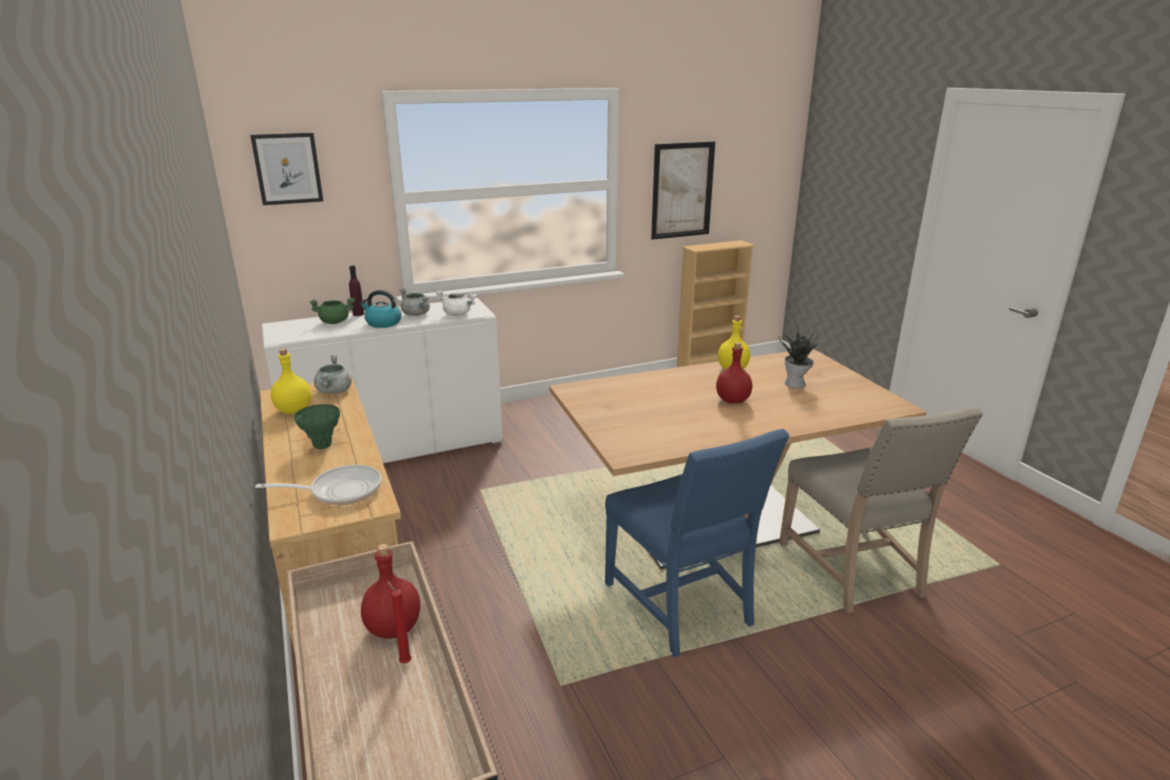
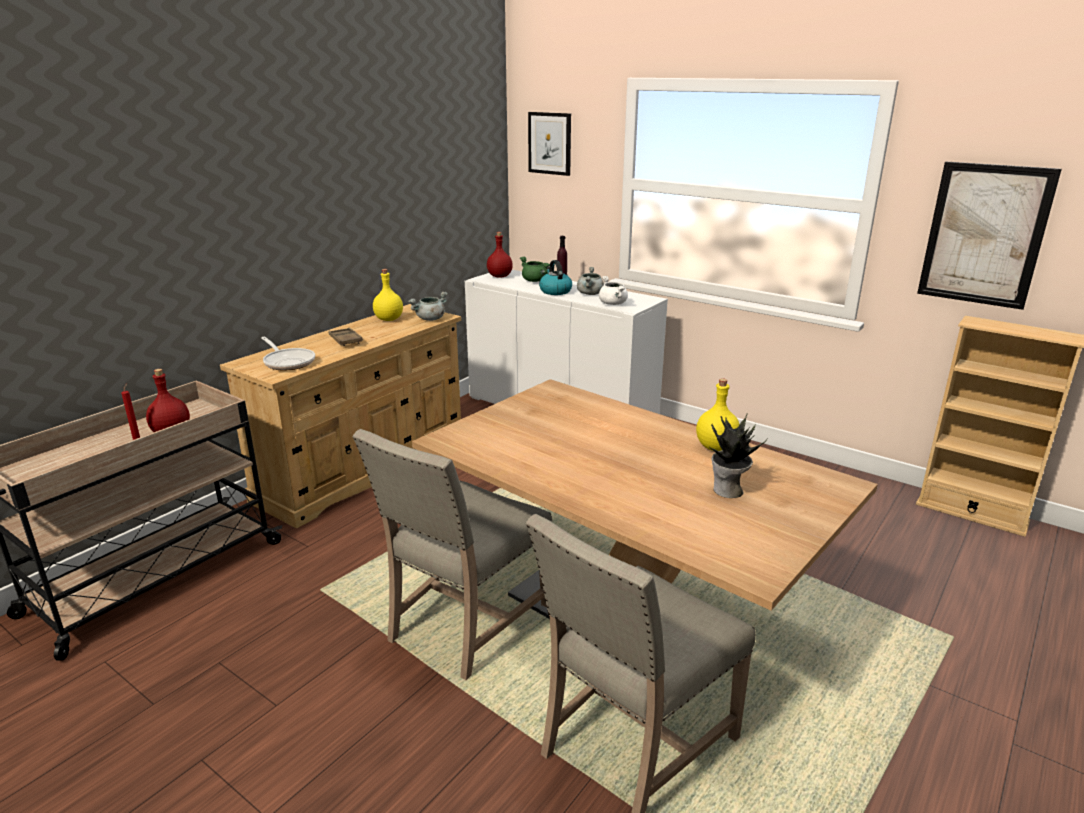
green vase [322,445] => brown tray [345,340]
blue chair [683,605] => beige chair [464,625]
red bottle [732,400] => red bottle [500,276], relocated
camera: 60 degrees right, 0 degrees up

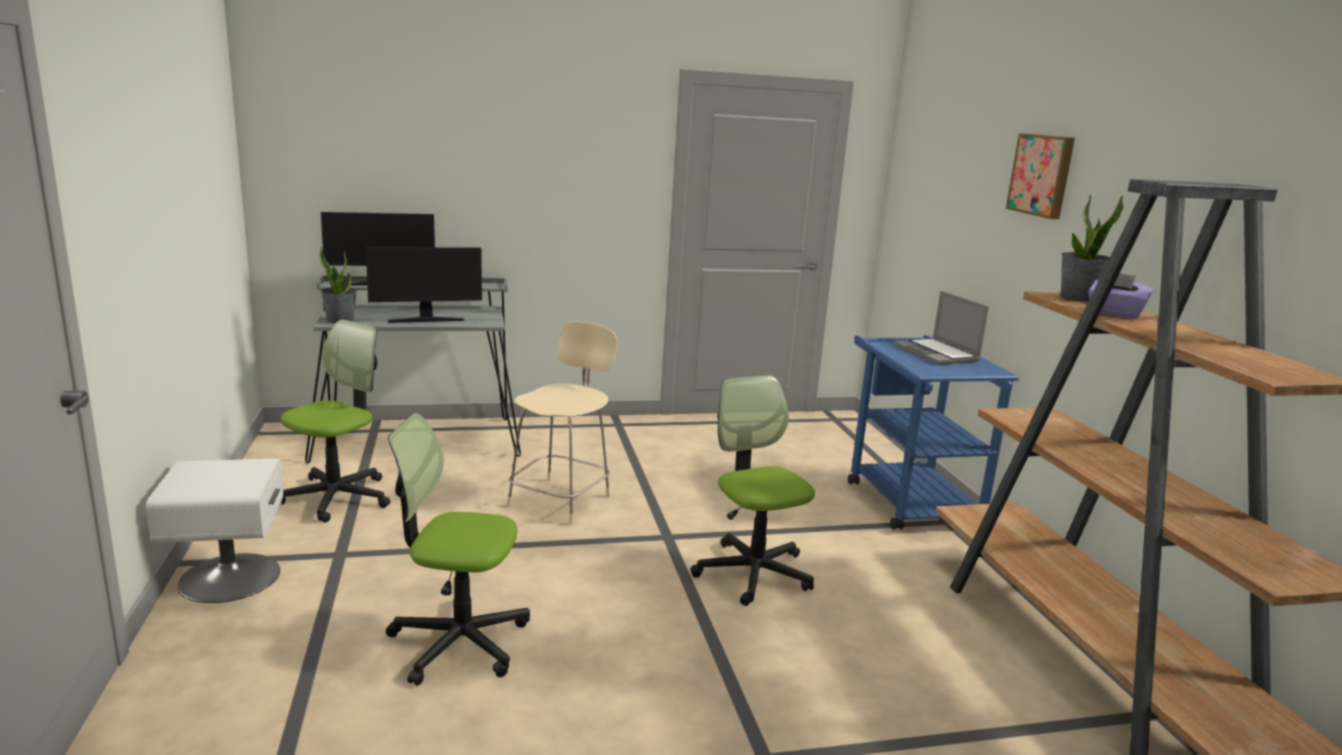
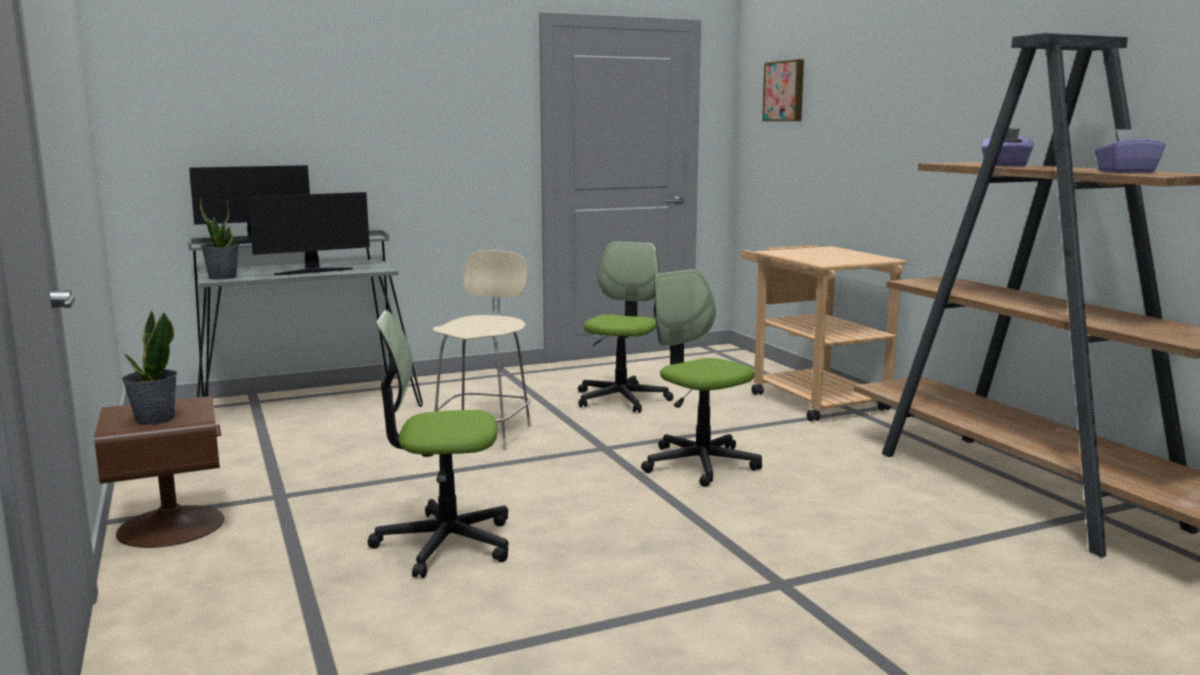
white nightstand [228,577] => brown nightstand [169,526]
potted plant [1078,298] => potted plant [154,419], relocated
office chair [337,497] => office chair [621,399], relocated
blue cart [906,497] => beige cart [811,398]
picture [1042,175] => picture [785,91], relocated
nothing => purple tissue box [1125,172]
laptop [937,354] => nothing
camera: 10 degrees left, 5 degrees down

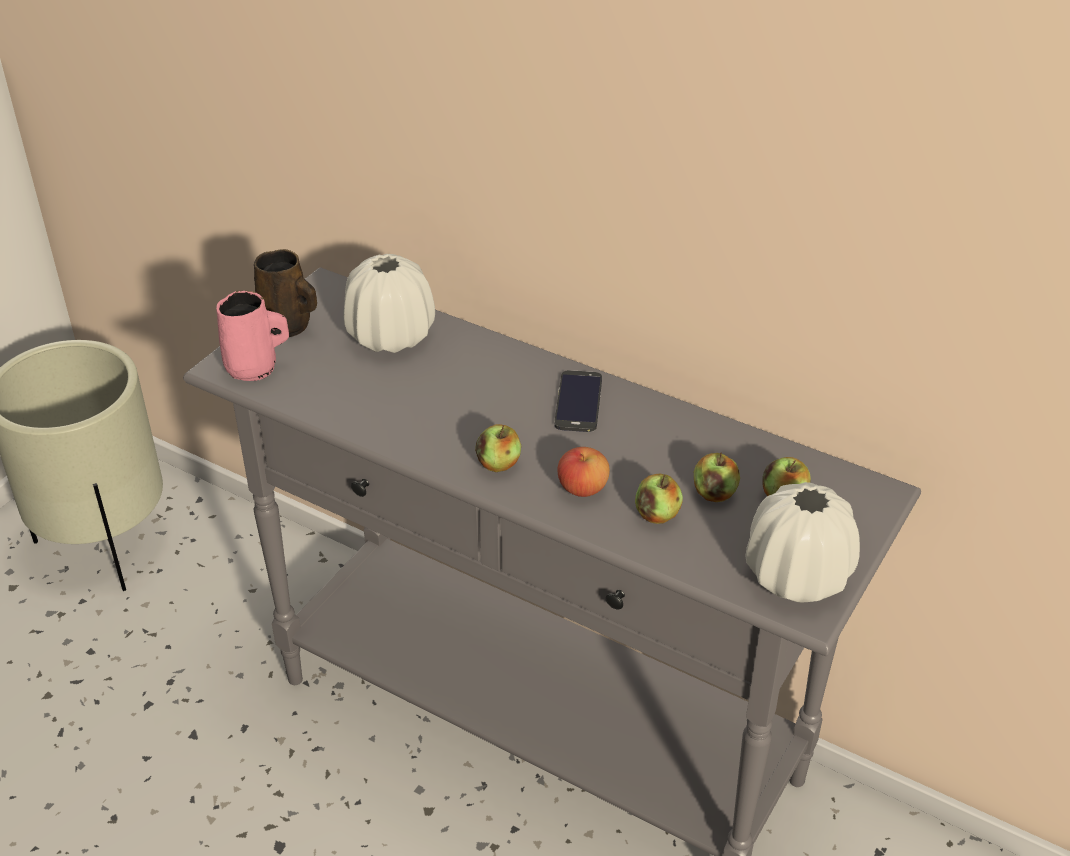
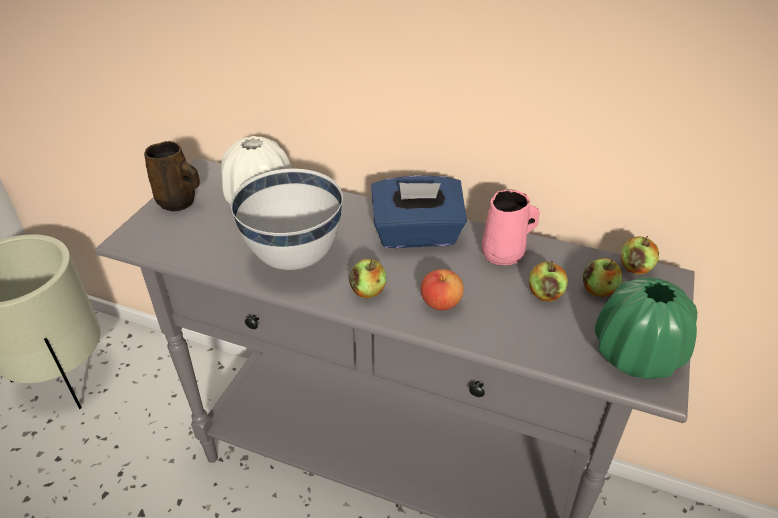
nothing => white bowl [294,257]
phone [578,402] => blue tissue box [417,235]
pink mug [255,368] => pink mug [505,254], relocated
white vase [797,575] => green vase [636,354]
apple [657,514] => apple [635,268], relocated
camera: 10 degrees left, 0 degrees up

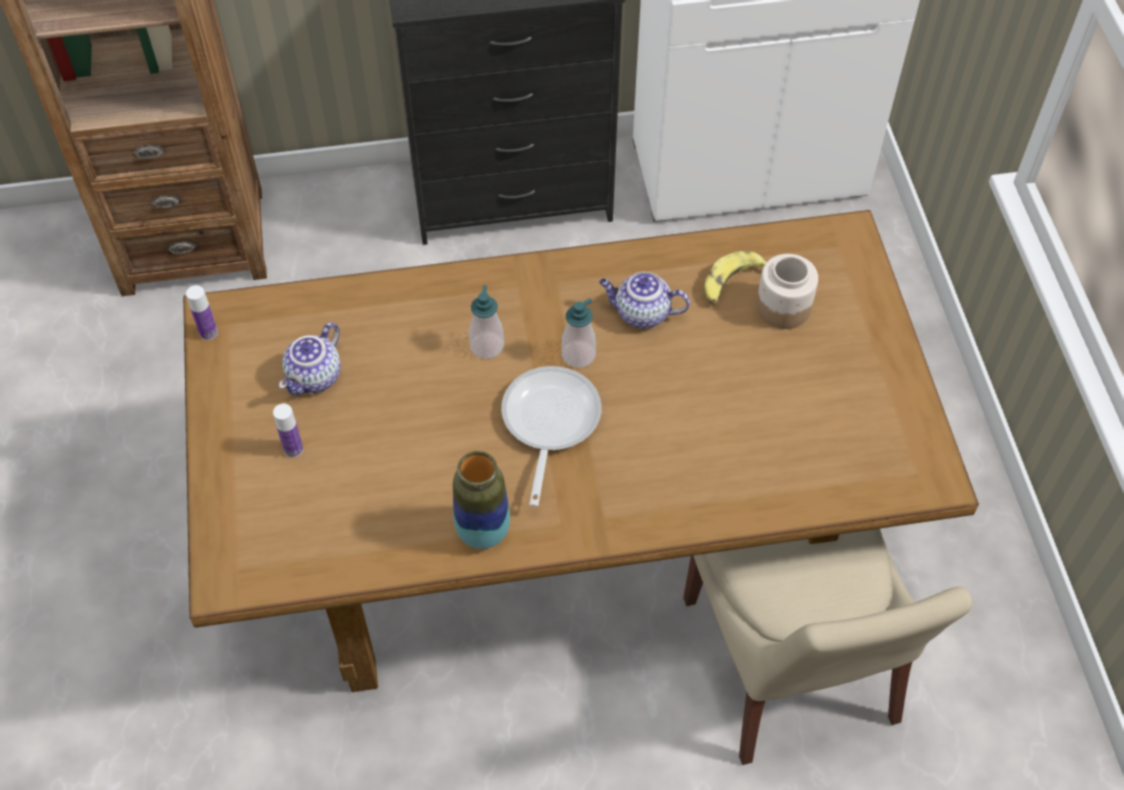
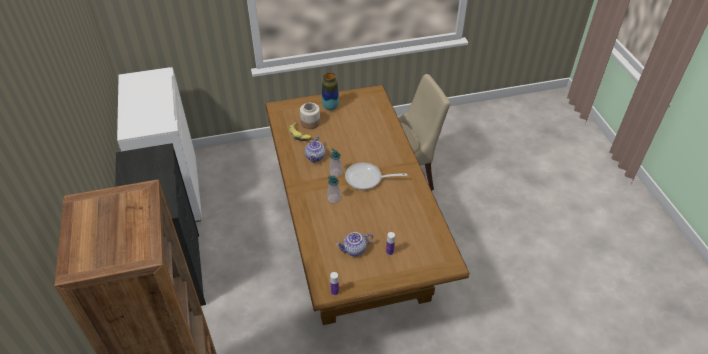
vase [483,531] => vase [330,107], relocated
teapot [315,377] => teapot [354,250], 135 degrees clockwise
camera: 95 degrees left, 10 degrees down

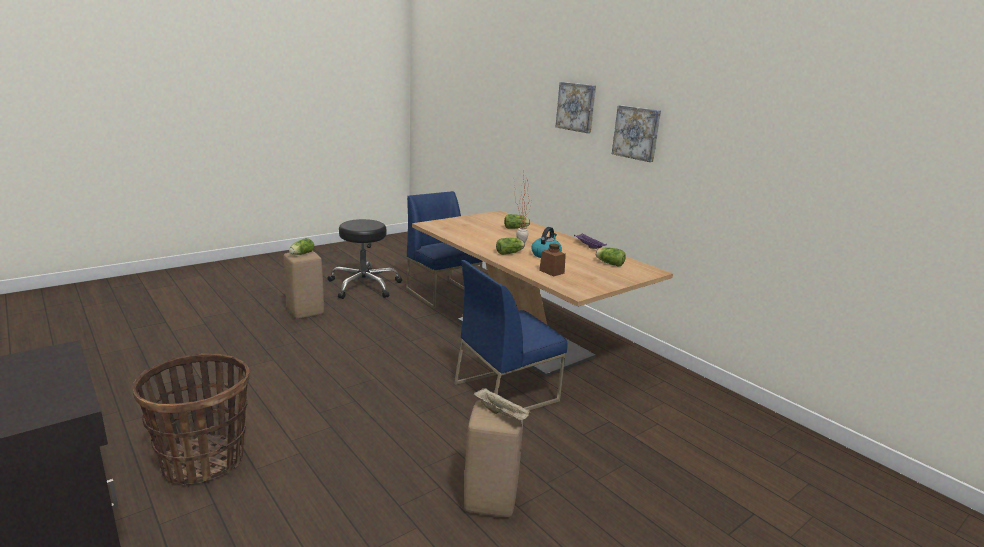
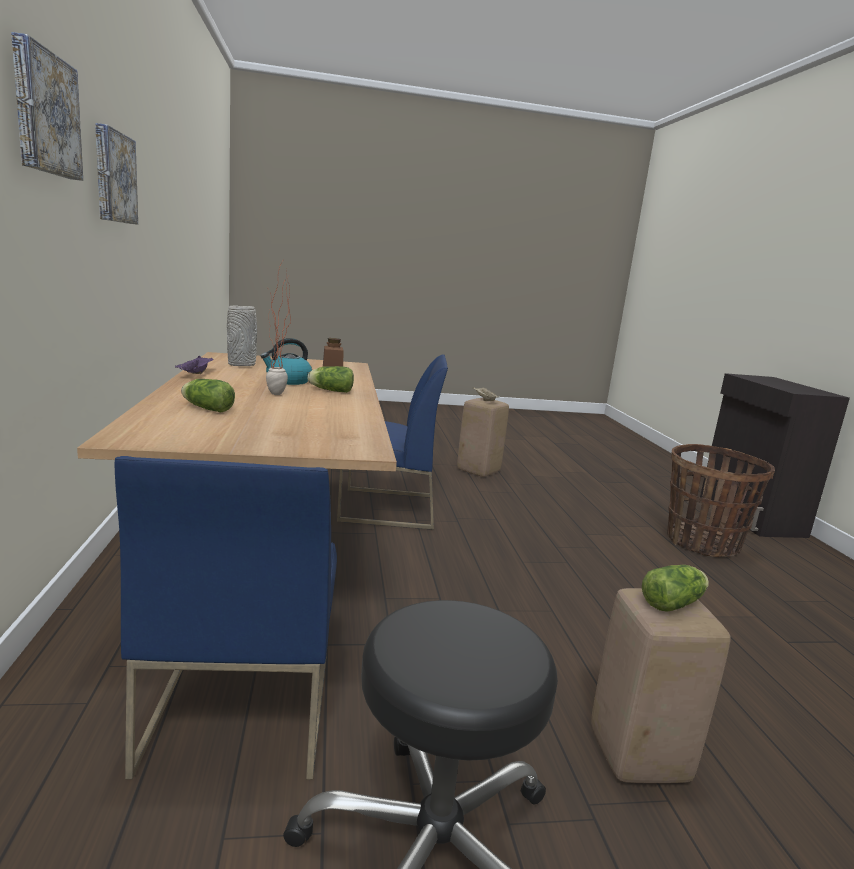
lettuce [608,263] => grey vase [242,364]
camera: 150 degrees left, 5 degrees down

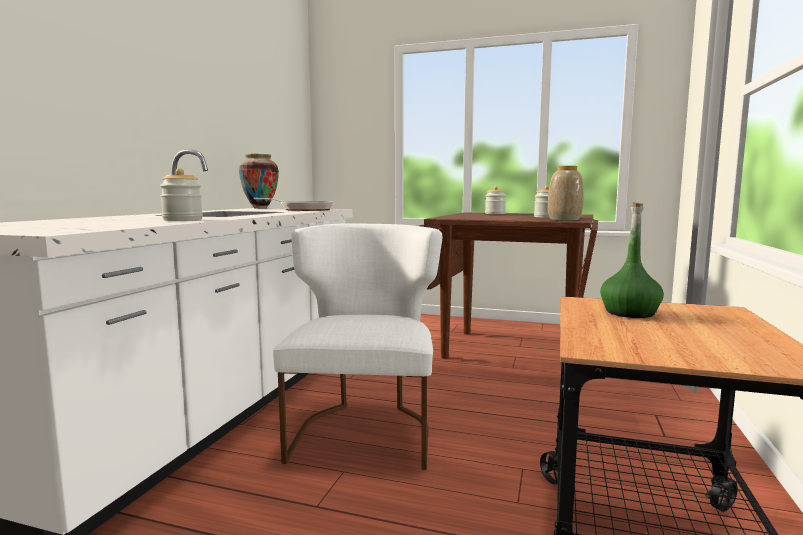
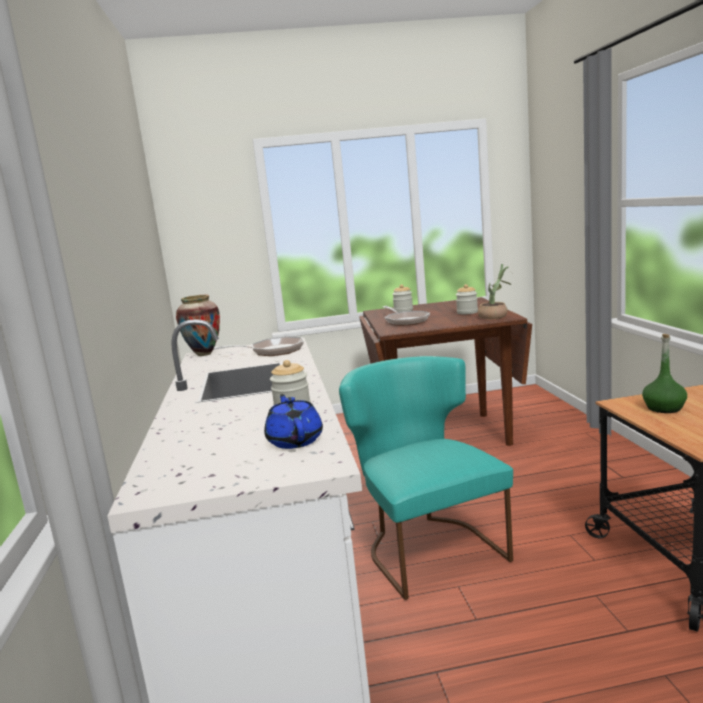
nothing => blue teapot [295,440]
white chair [364,430] => turquoise chair [427,547]
nothing => frying pan [405,321]
vase [564,219] => potted plant [496,316]
camera: 25 degrees left, 5 degrees up

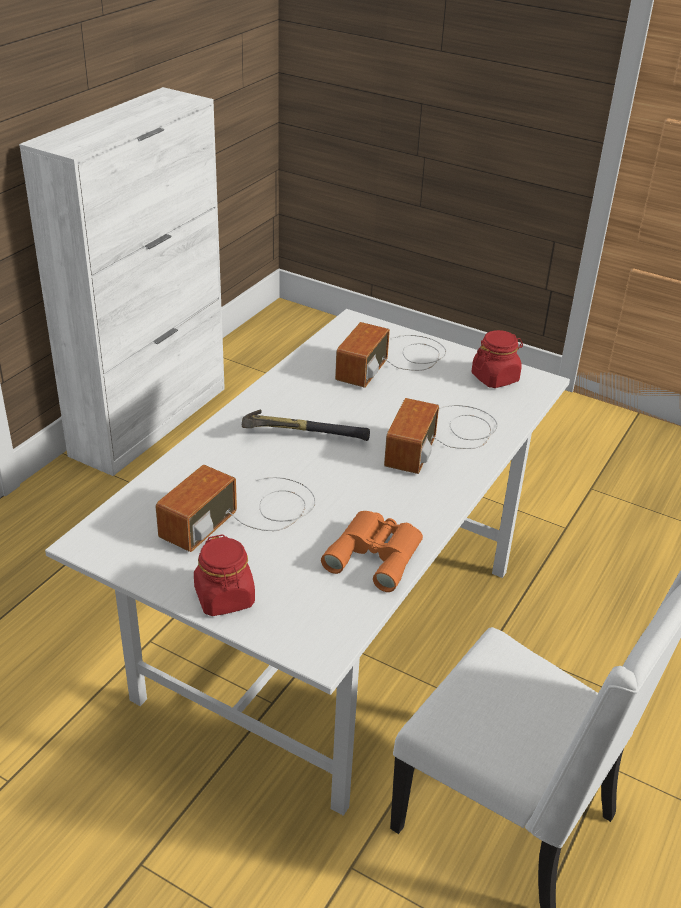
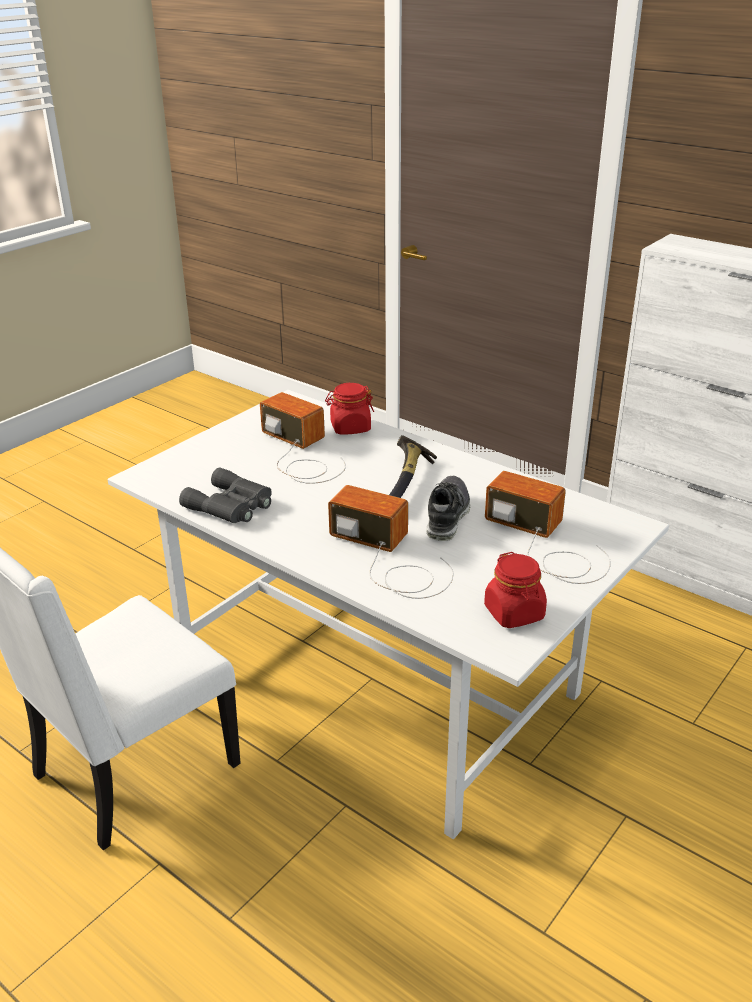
orange binoculars [376,554] => grey binoculars [231,506]
red jar [225,598] => red jar [350,428], relocated
nothing => shoe [447,516]
camera: 100 degrees right, 5 degrees down

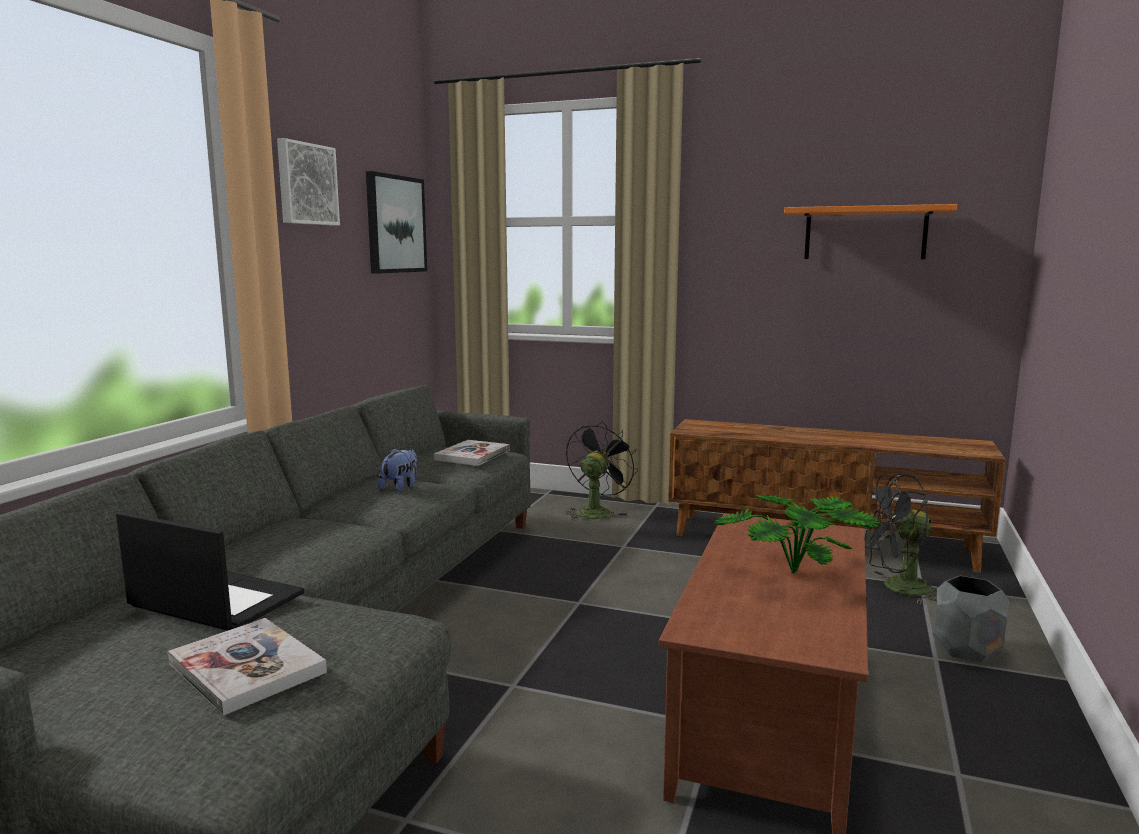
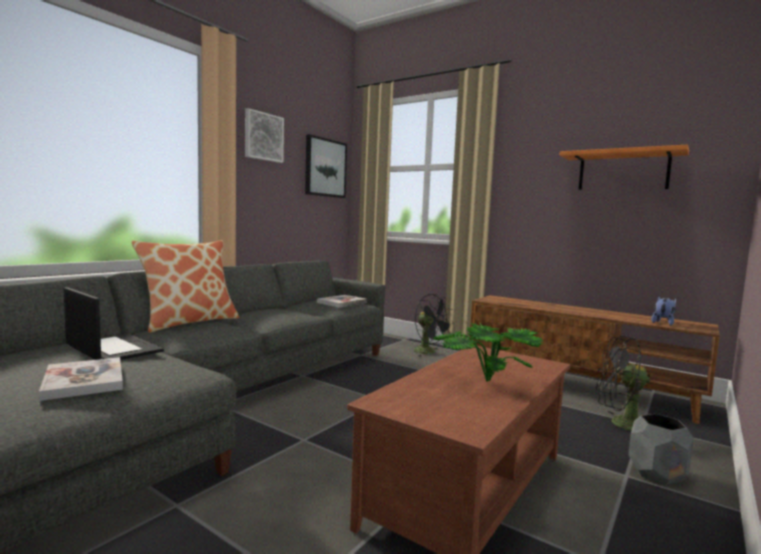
nothing => pillow [189,322]
black fan [596,511] => black fan [429,352], 90 degrees clockwise
plush toy [400,487] => plush toy [663,323], relocated
camera: 15 degrees right, 5 degrees down

